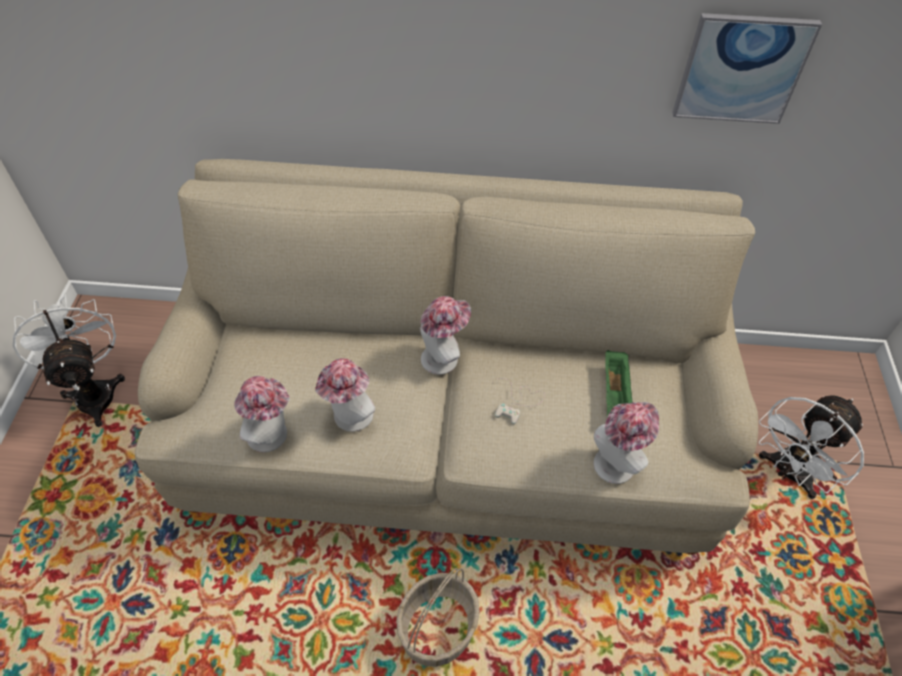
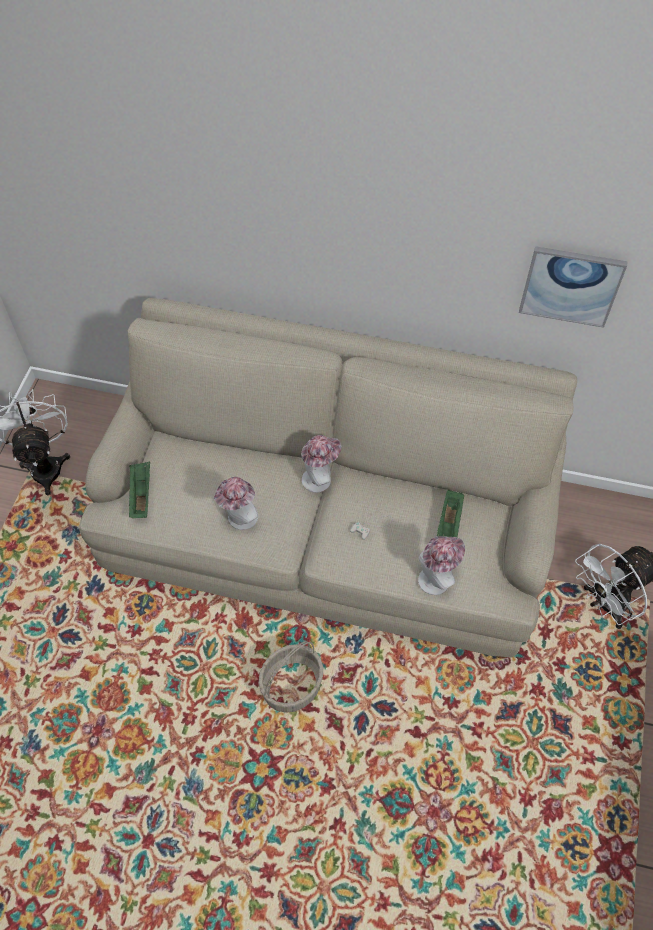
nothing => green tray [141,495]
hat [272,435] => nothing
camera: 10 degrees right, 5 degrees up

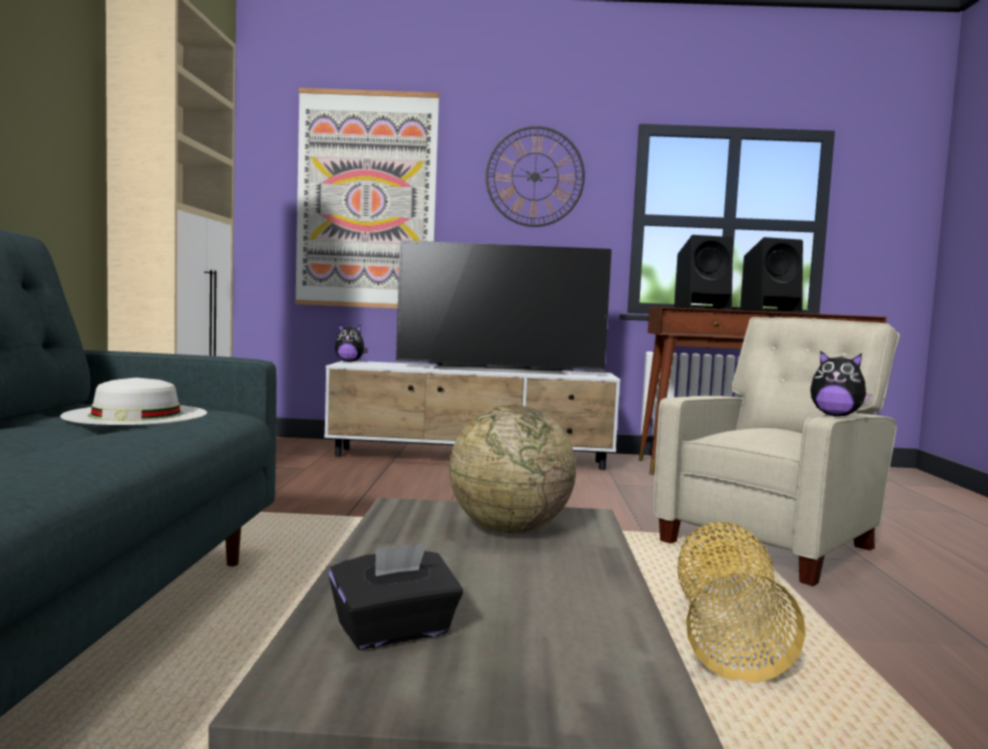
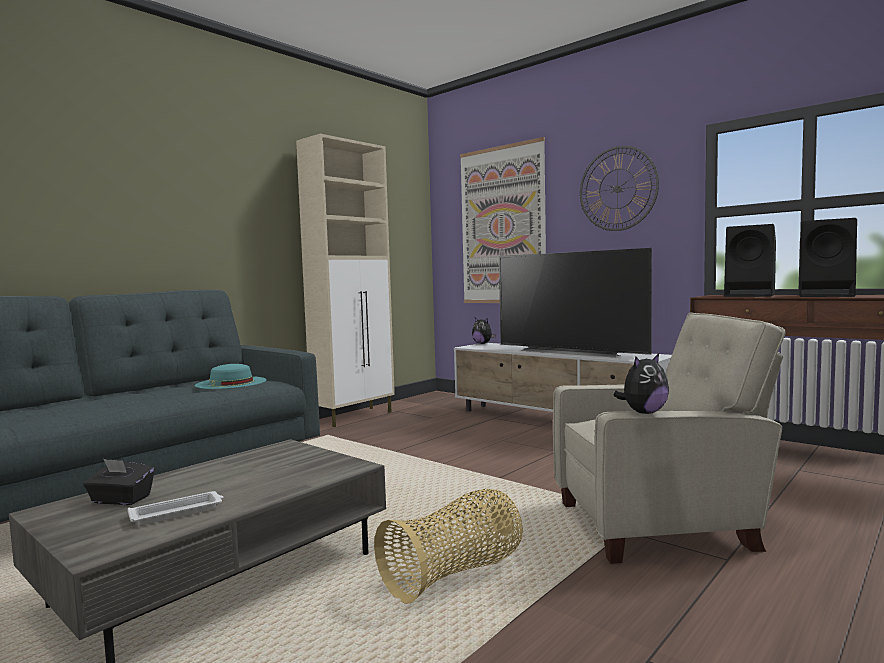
nothing => white tray [178,512]
white hat [136,415] => turquoise hat [231,383]
plush toy [836,416] => plush toy [643,412], 105 degrees counterclockwise
globe [509,529] => nothing
camera: 40 degrees right, 0 degrees up

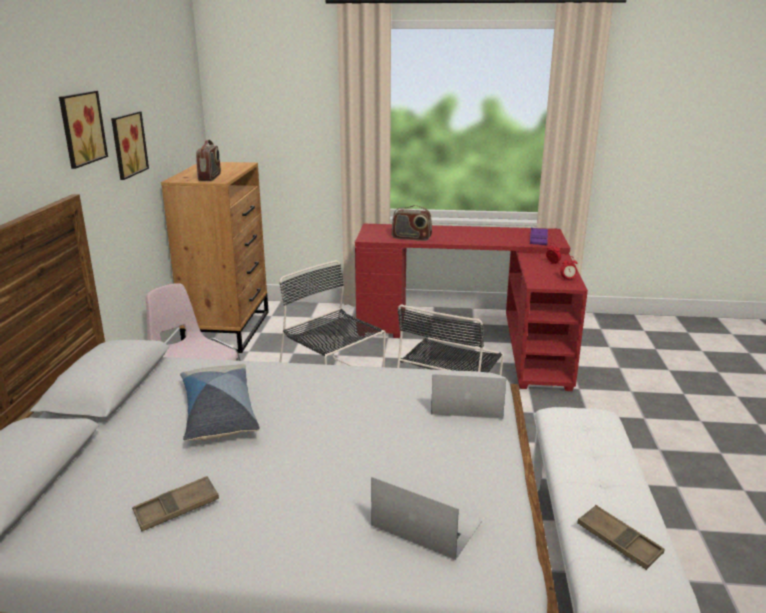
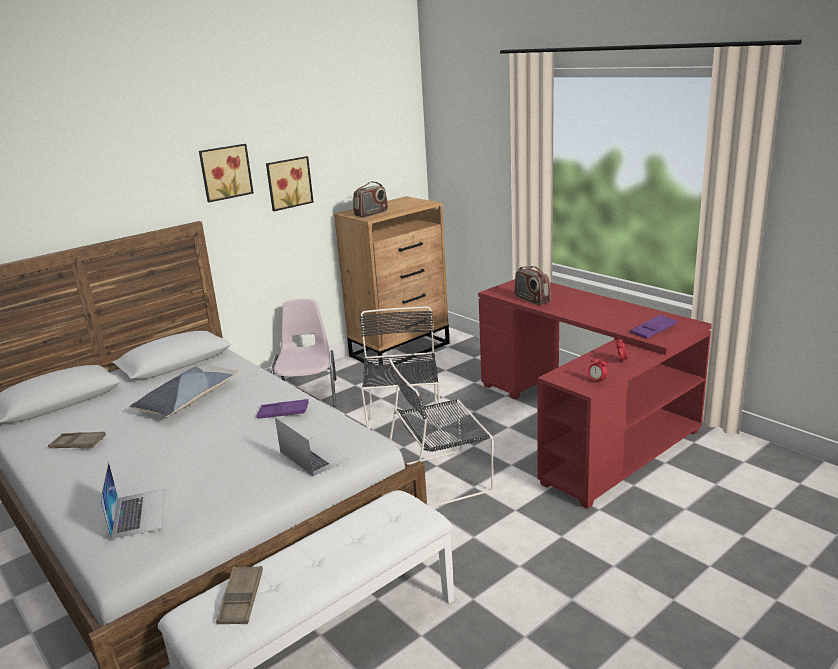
nothing => purple tray [283,413]
camera: 45 degrees right, 0 degrees up

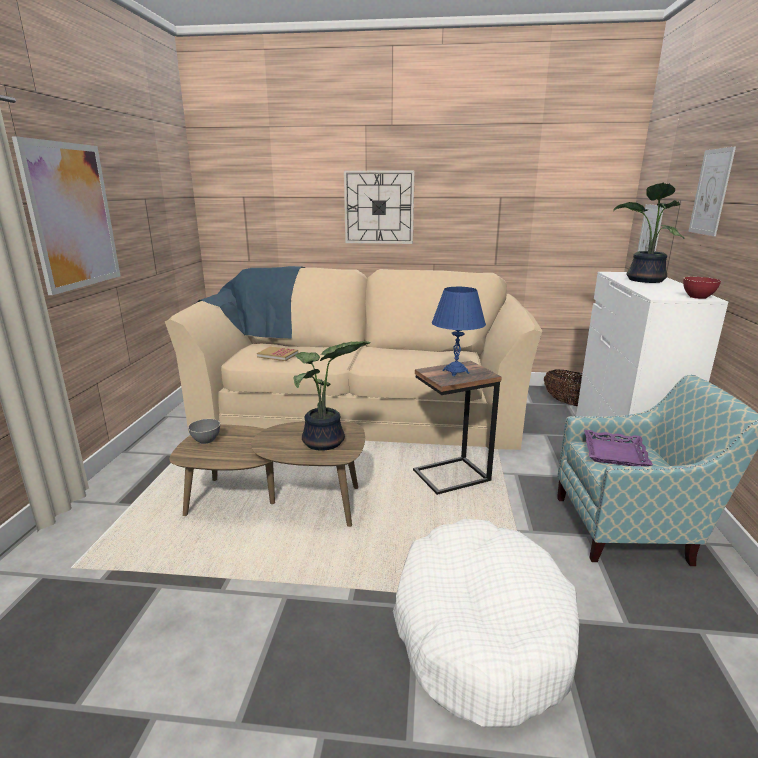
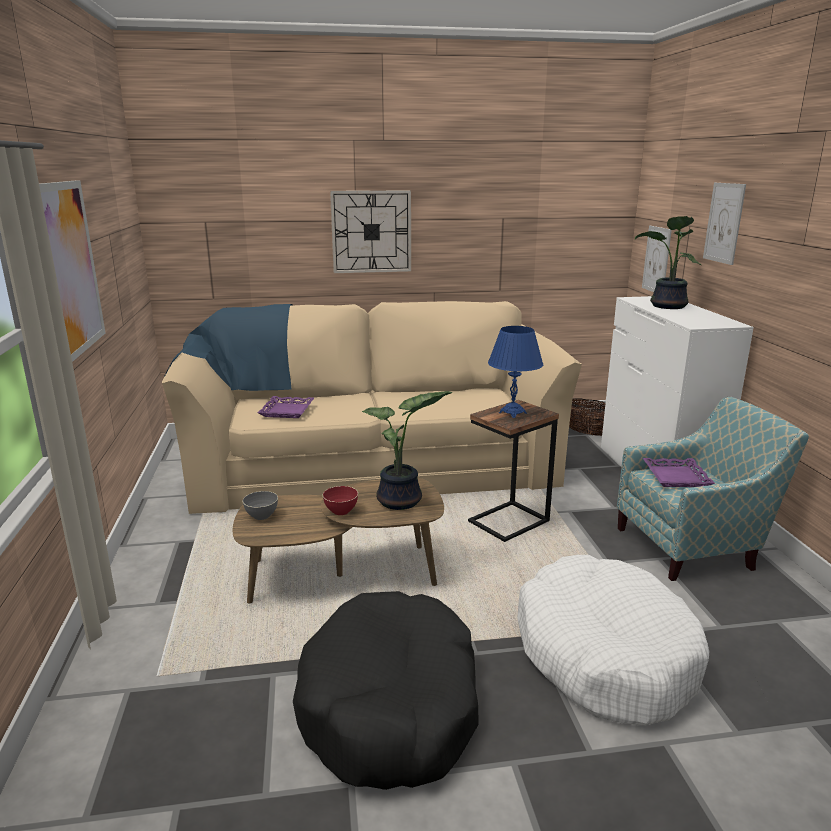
book [278,355] => purple tray [287,411]
nothing => black dog bed [391,706]
red bowl [698,297] => red bowl [341,511], relocated
camera: 15 degrees left, 0 degrees up

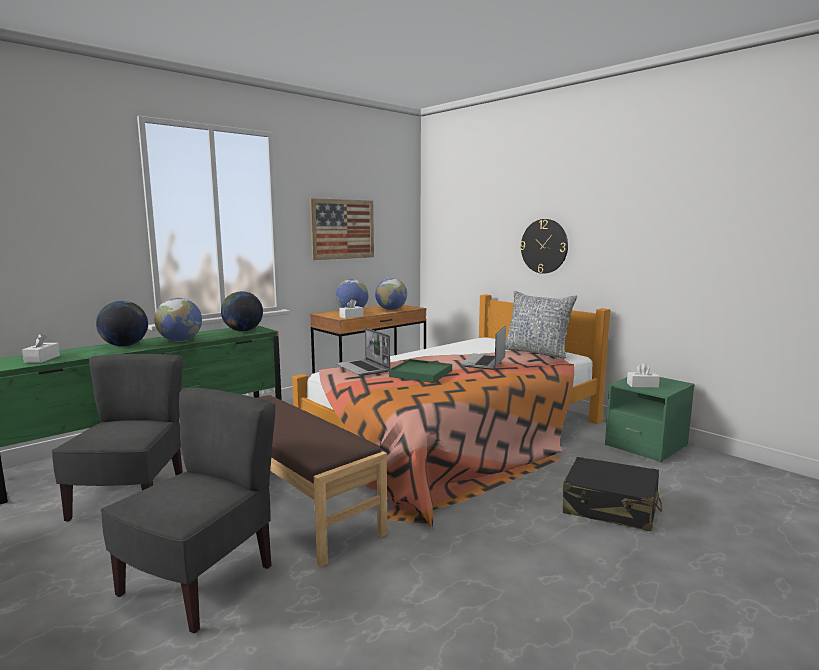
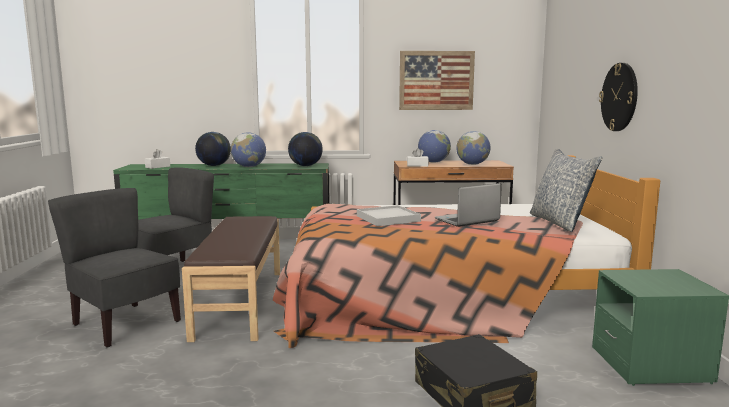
grey chair [199,582] => grey chair [124,324], 120 degrees counterclockwise
green tray [421,374] => white tray [388,219]
laptop [363,368] => nothing
white tissue box [642,385] => nothing
camera: 40 degrees right, 0 degrees up

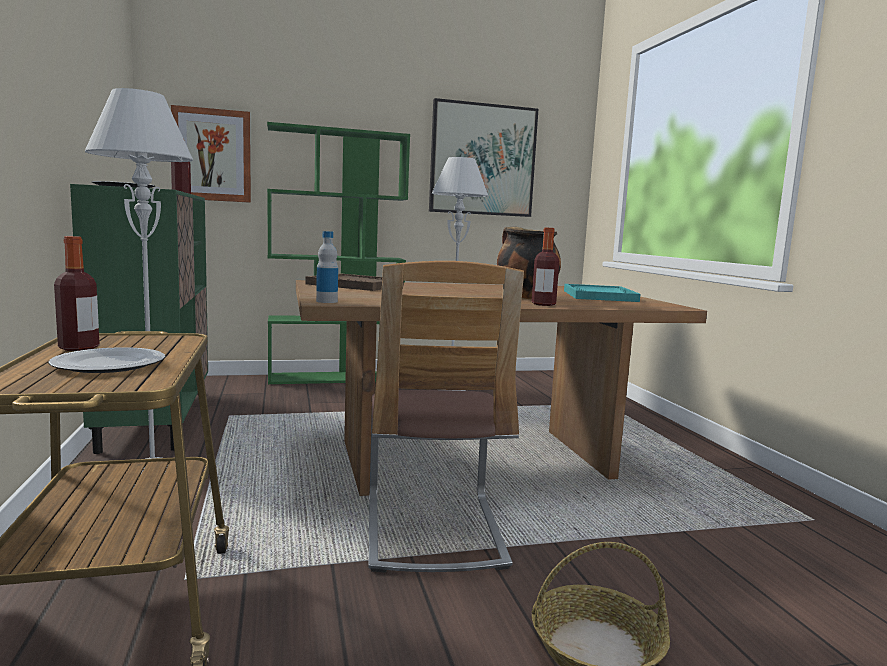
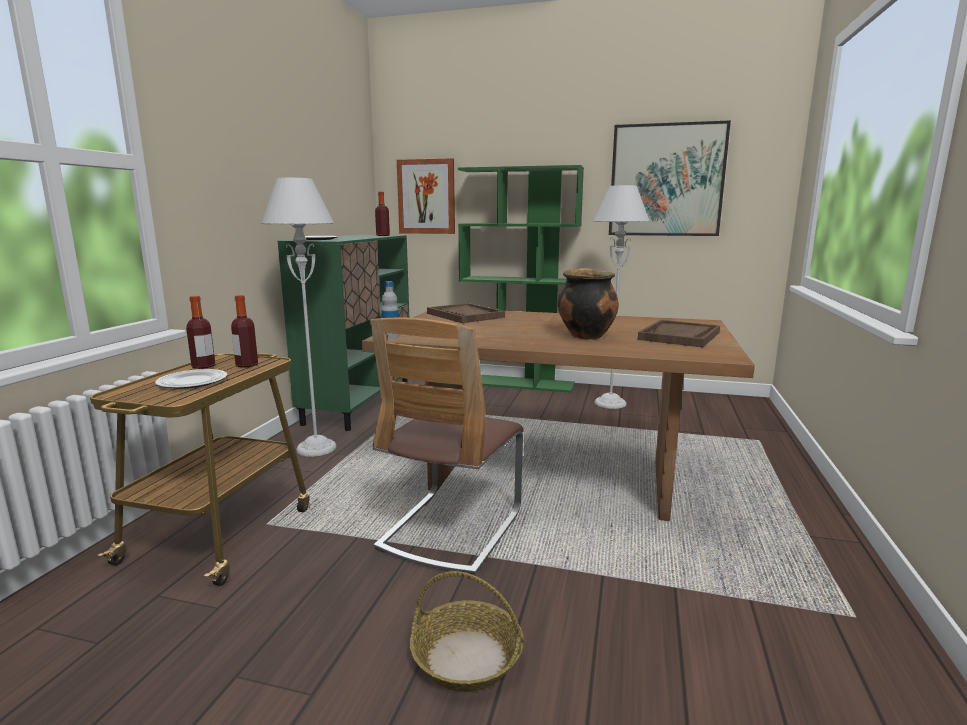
bottle [543,304] => bottle [247,365], relocated
turquoise tray [599,296] => brown tray [679,336]
camera: 30 degrees right, 5 degrees up

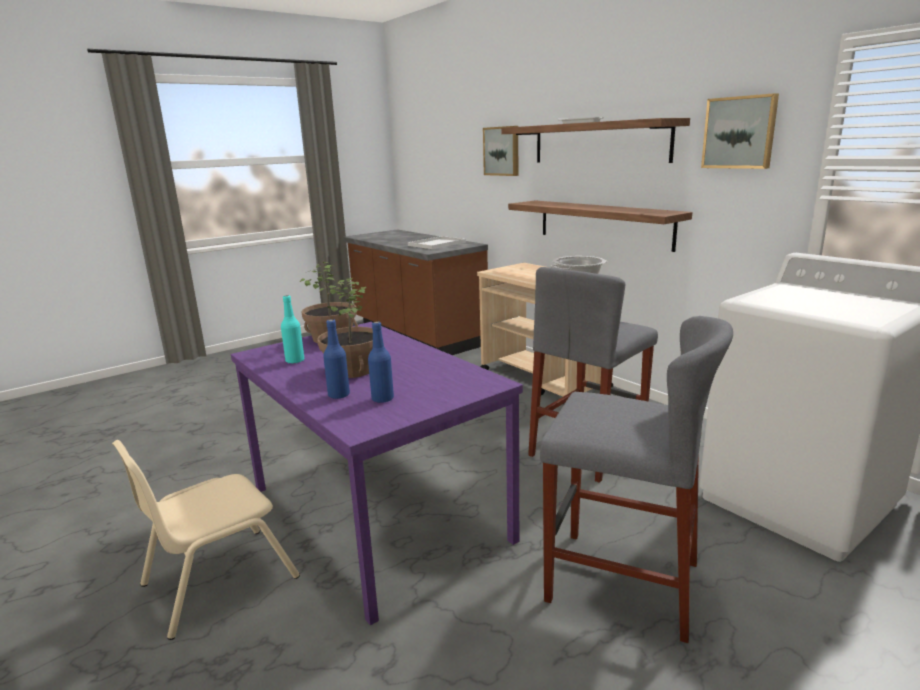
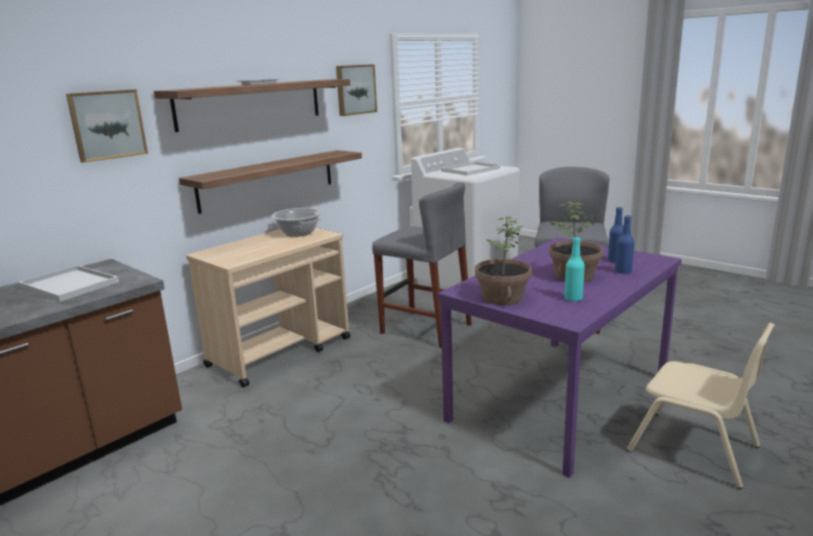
nothing => white tray [470,170]
camera: 100 degrees left, 0 degrees up

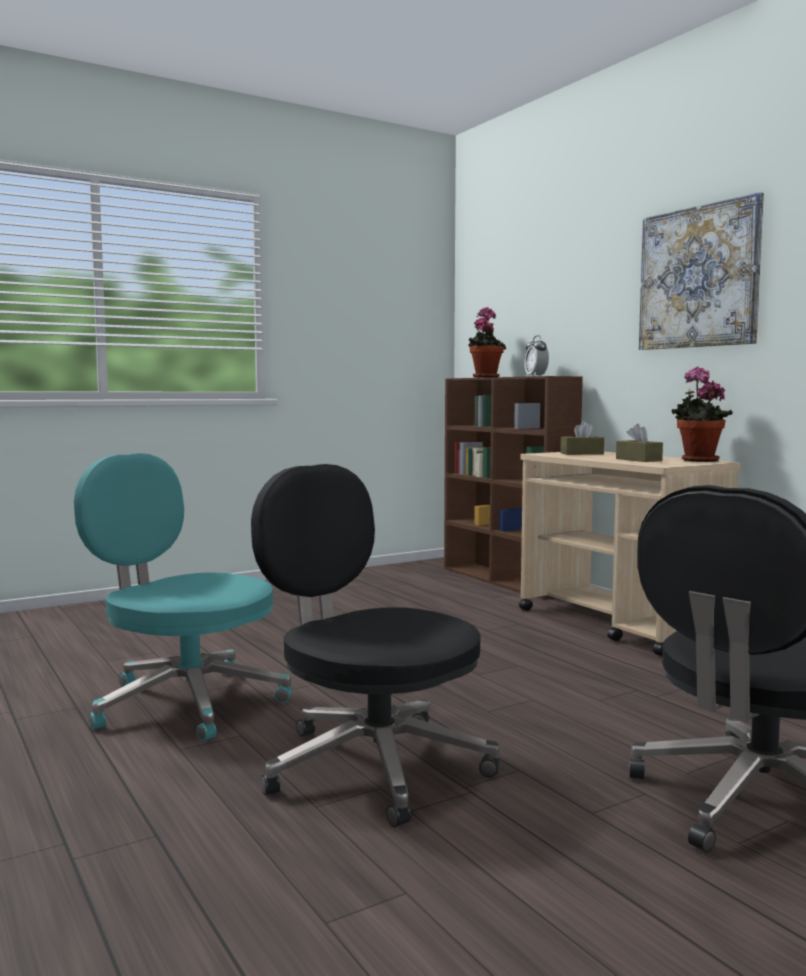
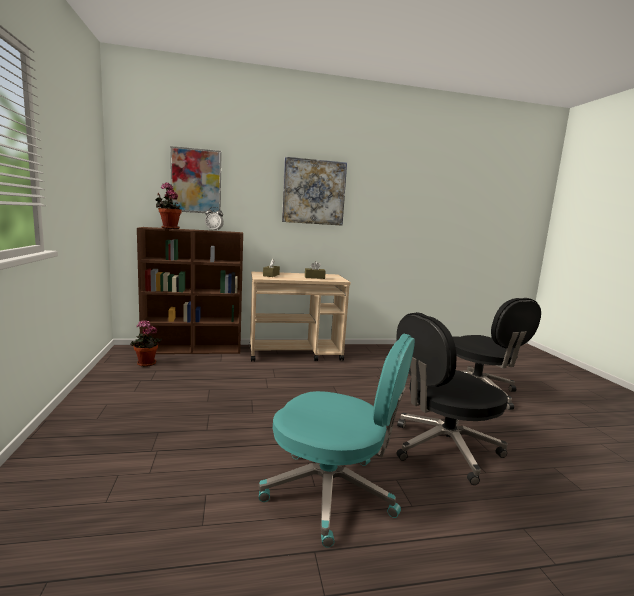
potted plant [697,460] => potted plant [146,364], relocated
nothing => picture [196,181]
turquoise office chair [185,702] => turquoise office chair [332,493], 120 degrees counterclockwise
camera: 70 degrees left, 5 degrees up

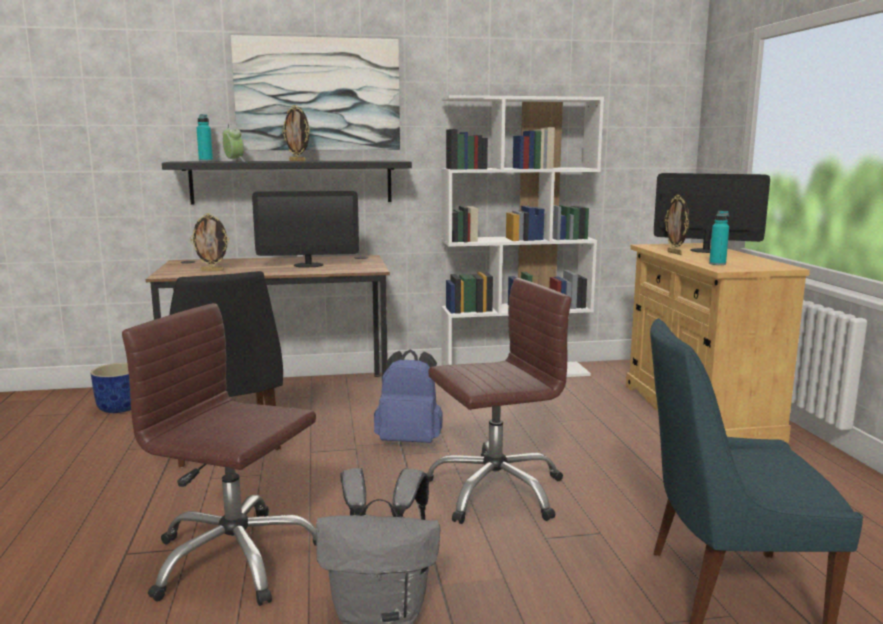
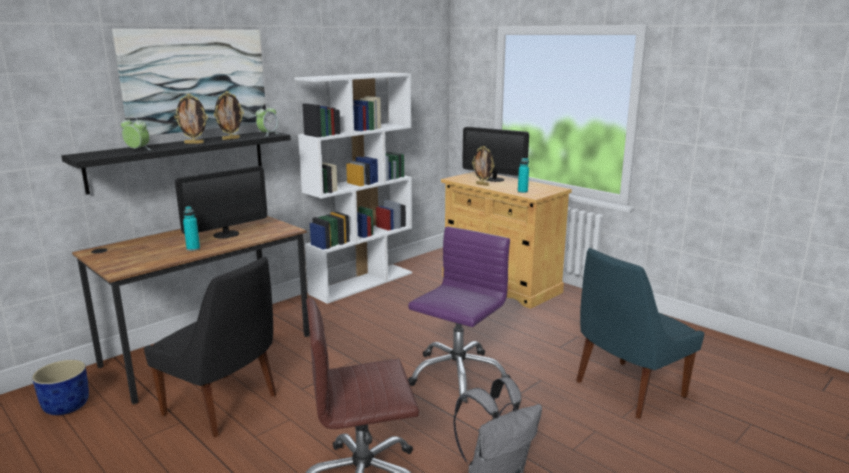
turquoise bottle [206,161] => turquoise bottle [193,249], relocated
picture frame [212,270] => picture frame [231,139], relocated
nothing => alarm clock [268,134]
brown office chair [494,491] => purple office chair [457,374]
monitor [706,251] => monitor [494,179], 135 degrees counterclockwise
blue backpack [410,441] => nothing
camera: 35 degrees left, 5 degrees up

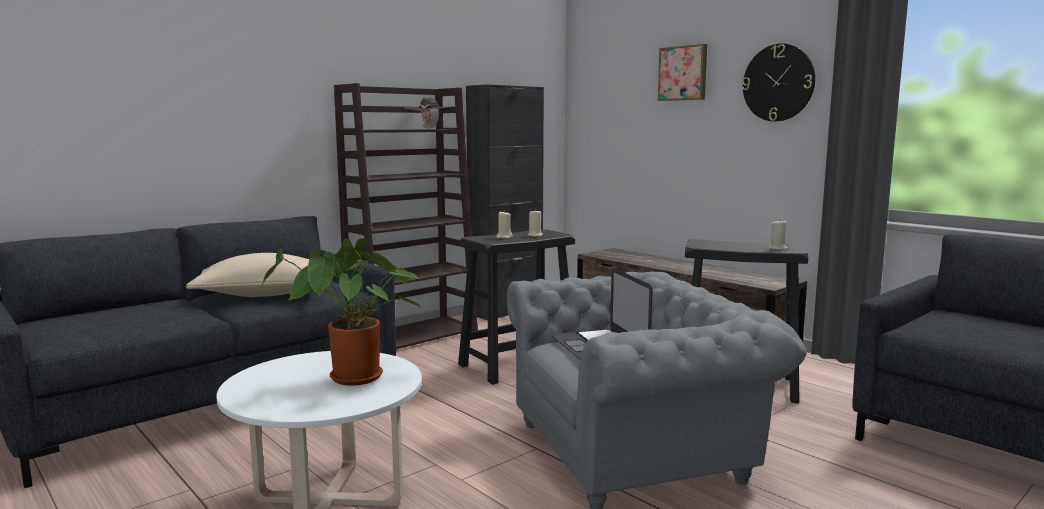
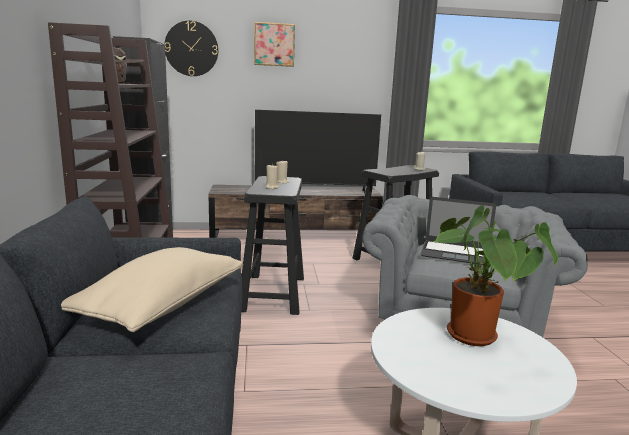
wall clock [778,83] => wall clock [191,49], relocated
nothing => television [315,190]
camera: 55 degrees left, 5 degrees up

